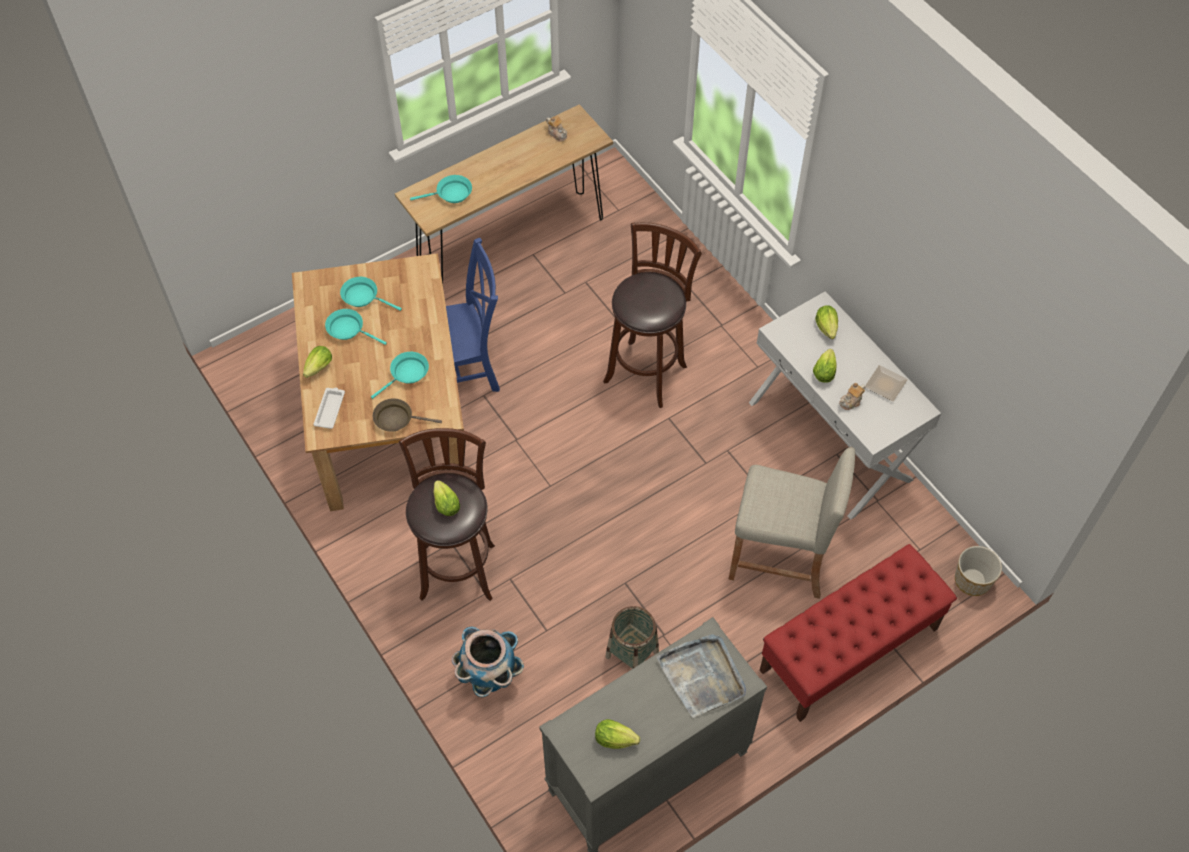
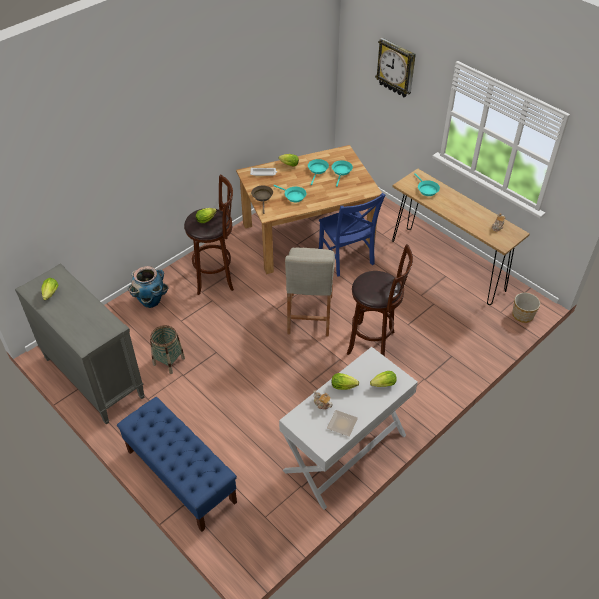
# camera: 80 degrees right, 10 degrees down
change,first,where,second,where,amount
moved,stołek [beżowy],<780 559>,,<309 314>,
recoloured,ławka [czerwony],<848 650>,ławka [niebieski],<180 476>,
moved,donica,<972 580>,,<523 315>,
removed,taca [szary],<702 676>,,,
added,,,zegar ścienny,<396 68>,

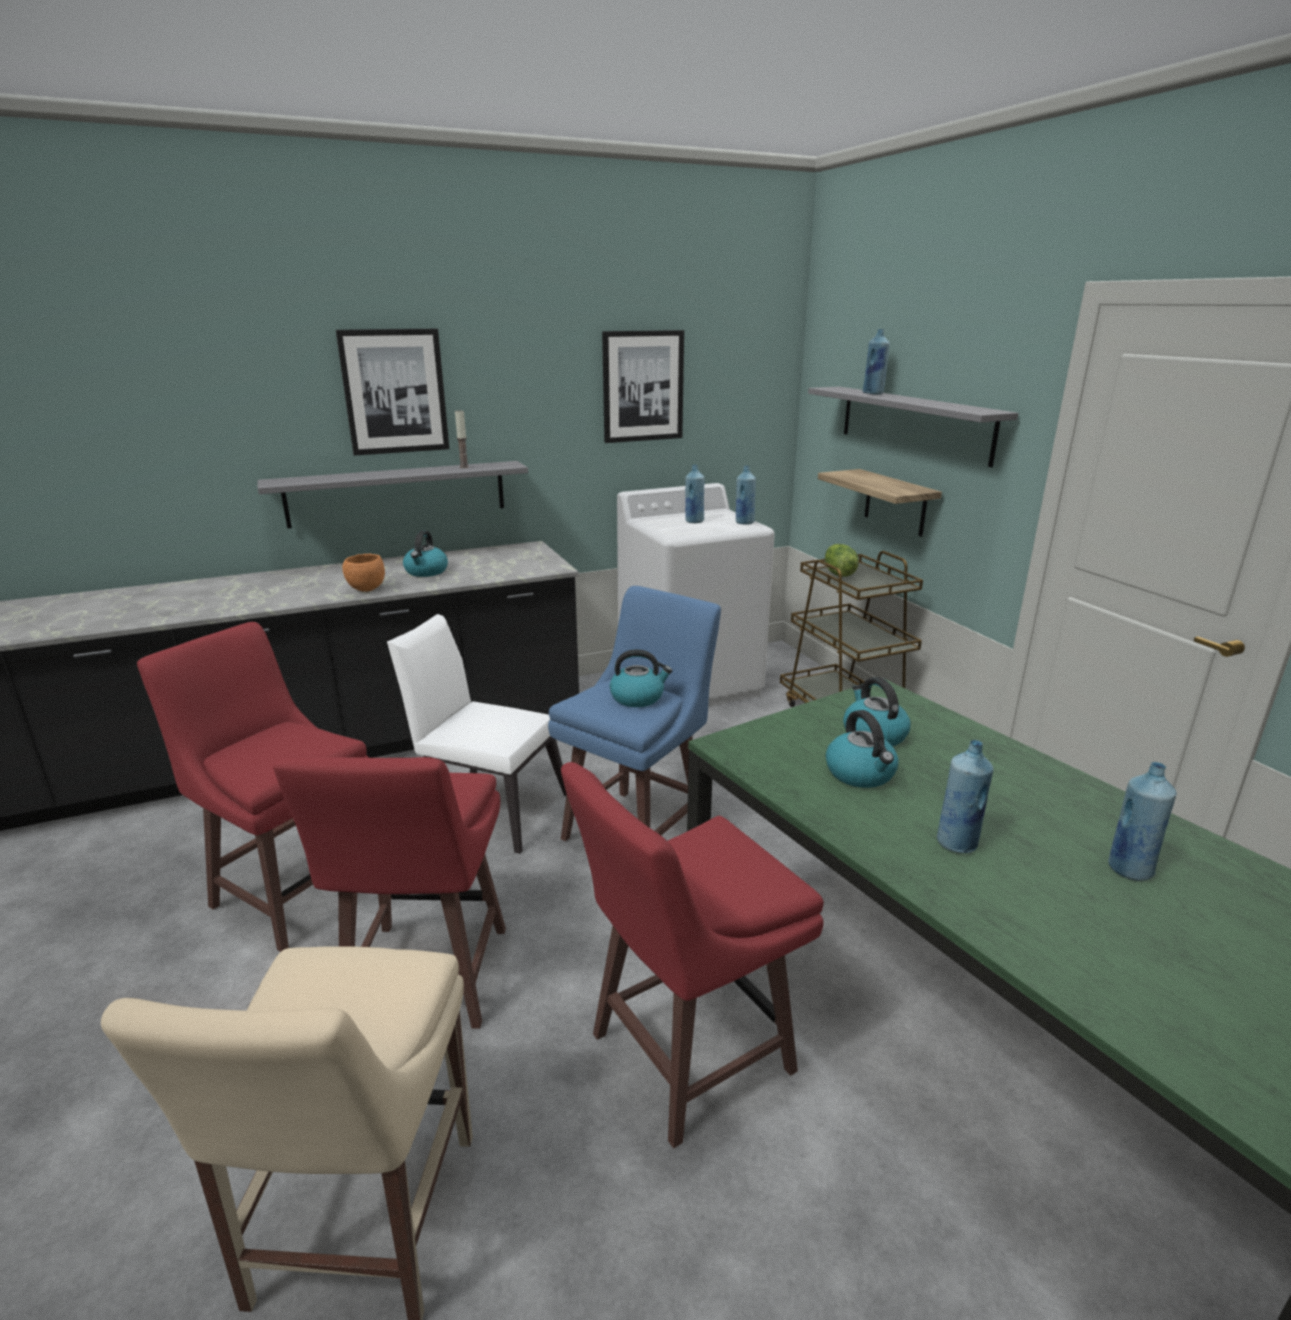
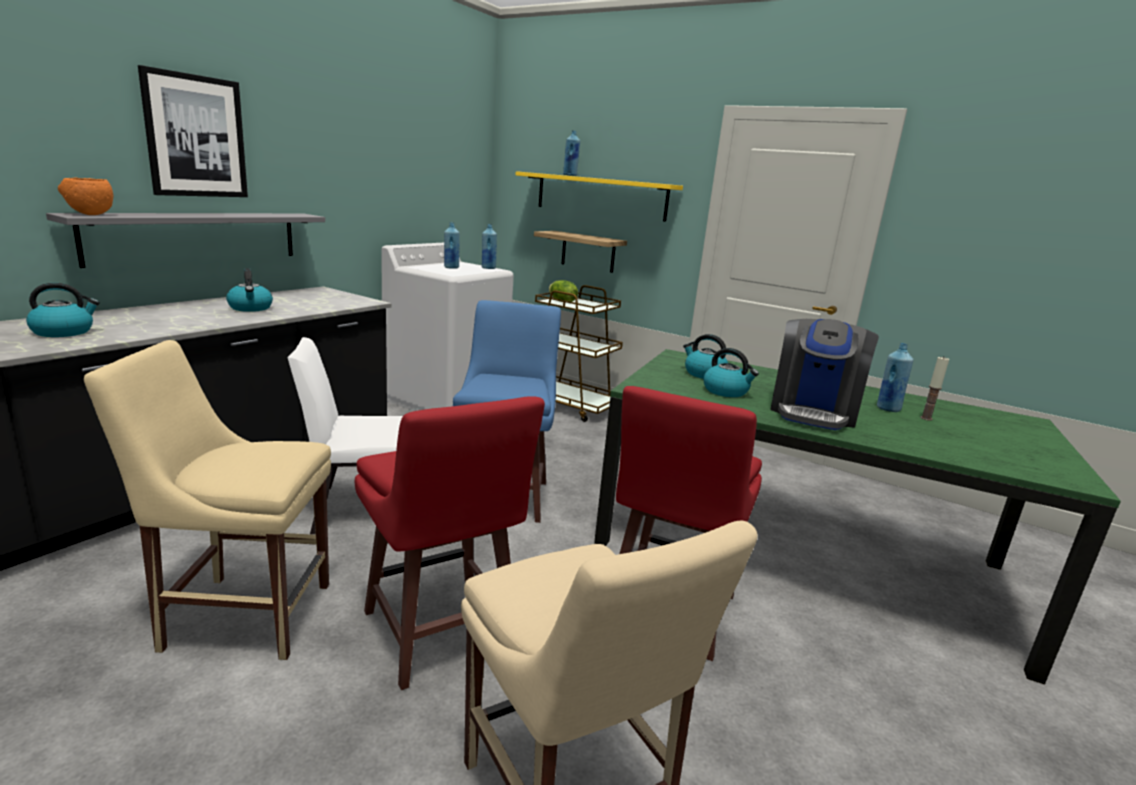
# camera: 35 degrees left, 5 degrees down
change,first,where,second,where,amount
removed,obraz,<642 386>,,,
recoloured,półka [szary],<913 423>,półka [żółty],<600 196>,
moved,świeca,<464 467>,,<926 418>,
moved,miska [pomarańczowy],<366 589>,,<90 214>,
replaced,stołek [czerwony],<294 892>,krzesło [beżowy],<241 614>,
moved,czajnik,<638 697>,,<64 332>,
replaced,butelka [niebieski],<957 843>,ekspres do kawy,<813 412>,

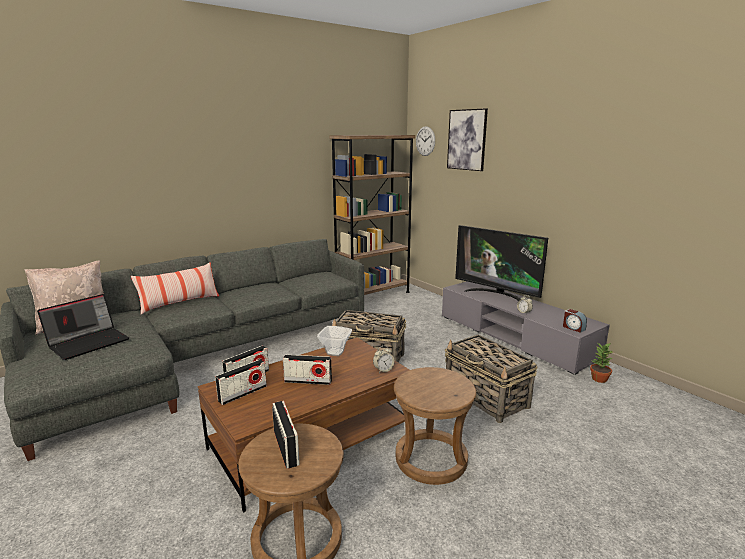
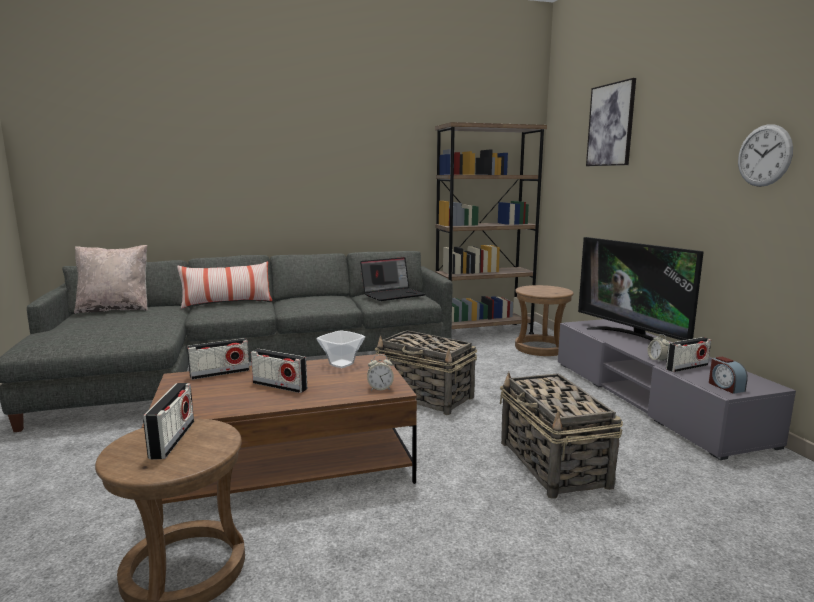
# camera: 20 degrees right, 5 degrees down
change,first,where,second,where,amount
moved,zegar ścienny,<425 141>,,<764 155>,
moved,laptop,<89 342>,,<393 294>,
removed,roślina doniczkowa,<598 379>,,,
moved,radio,<243 393>,,<687 367>,
moved,stołek [brązowy],<430 459>,,<540 348>,

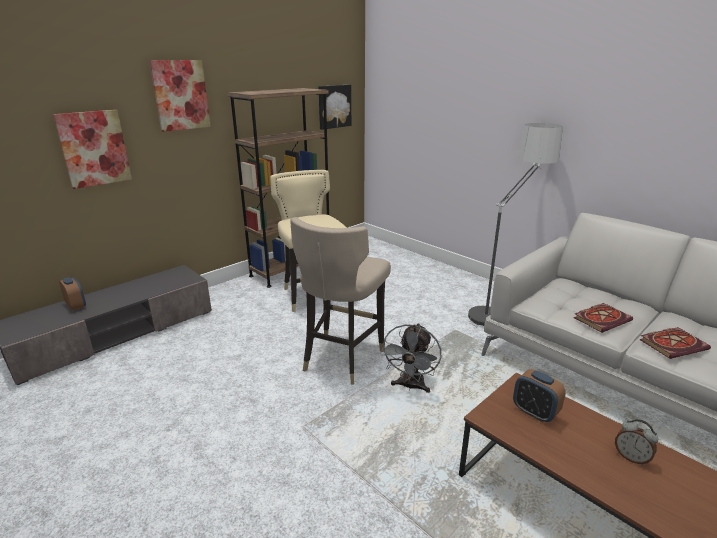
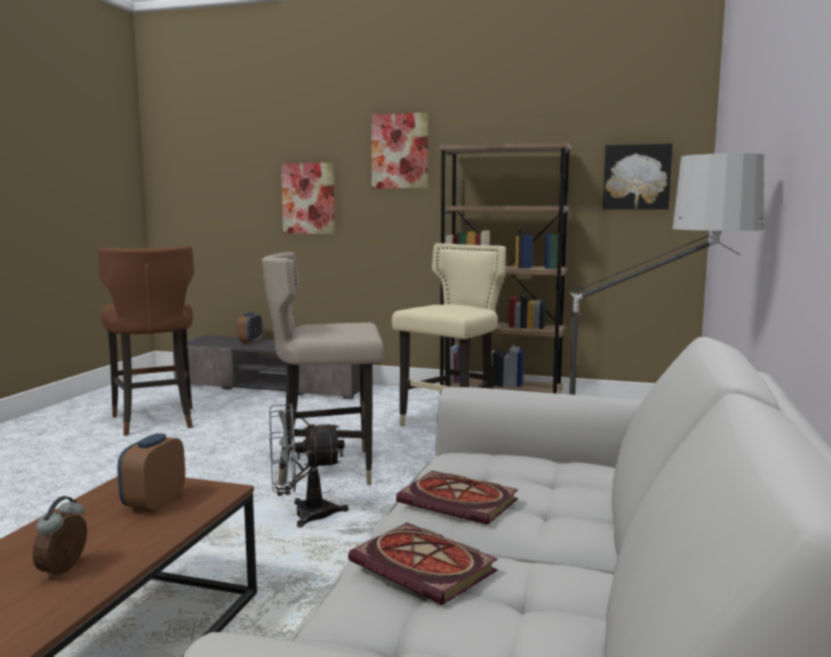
# camera: 60 degrees right, 15 degrees down
change,first,where,second,where,amount
added,,,stołek [brązowy],<155 421>,

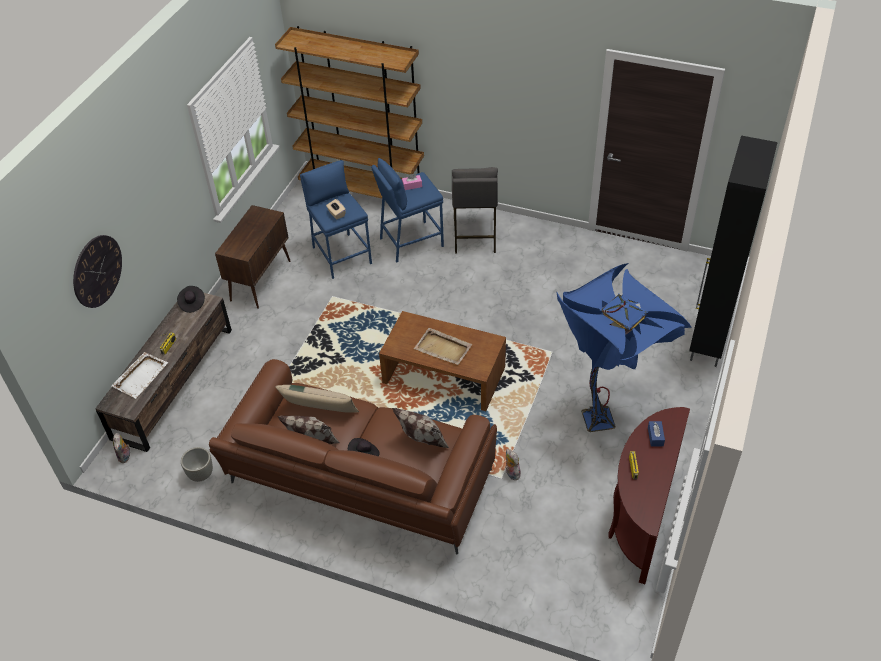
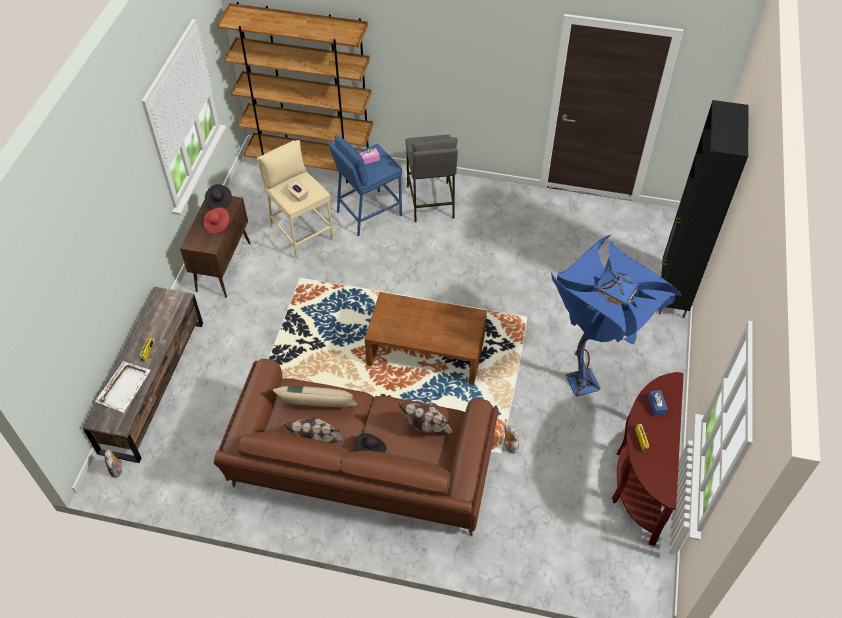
# camera: 10 degrees left, 5 degrees up
change,first,where,second,where,amount
recoloured,stołek [niebieski],<341 255>,stołek [beżowy],<301 233>,
removed,zegar ścienny,<97 271>,,,
moved,kapelusz [czarny],<192 303>,,<219 201>,
removed,taca [beżowy],<443 348>,,,
removed,donica [szary],<200 474>,,,
added,,,kapelusz [czerwony],<217 225>,

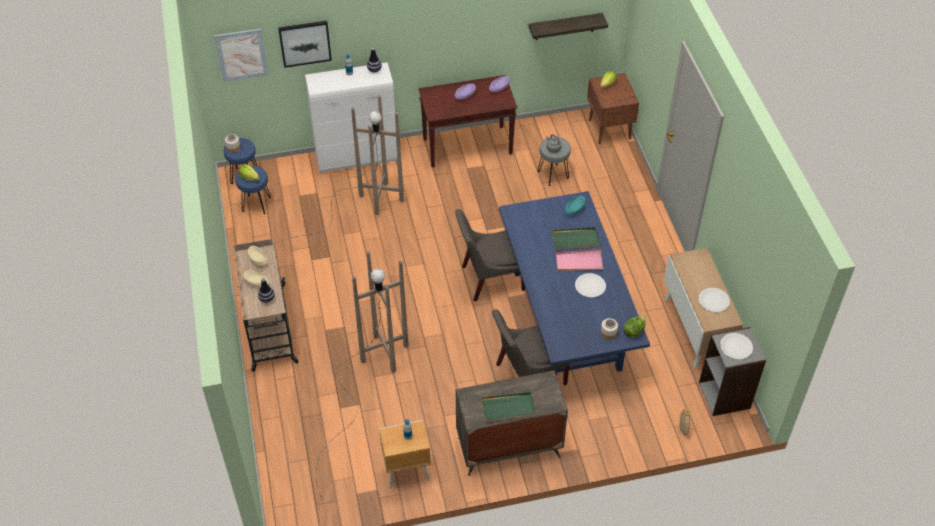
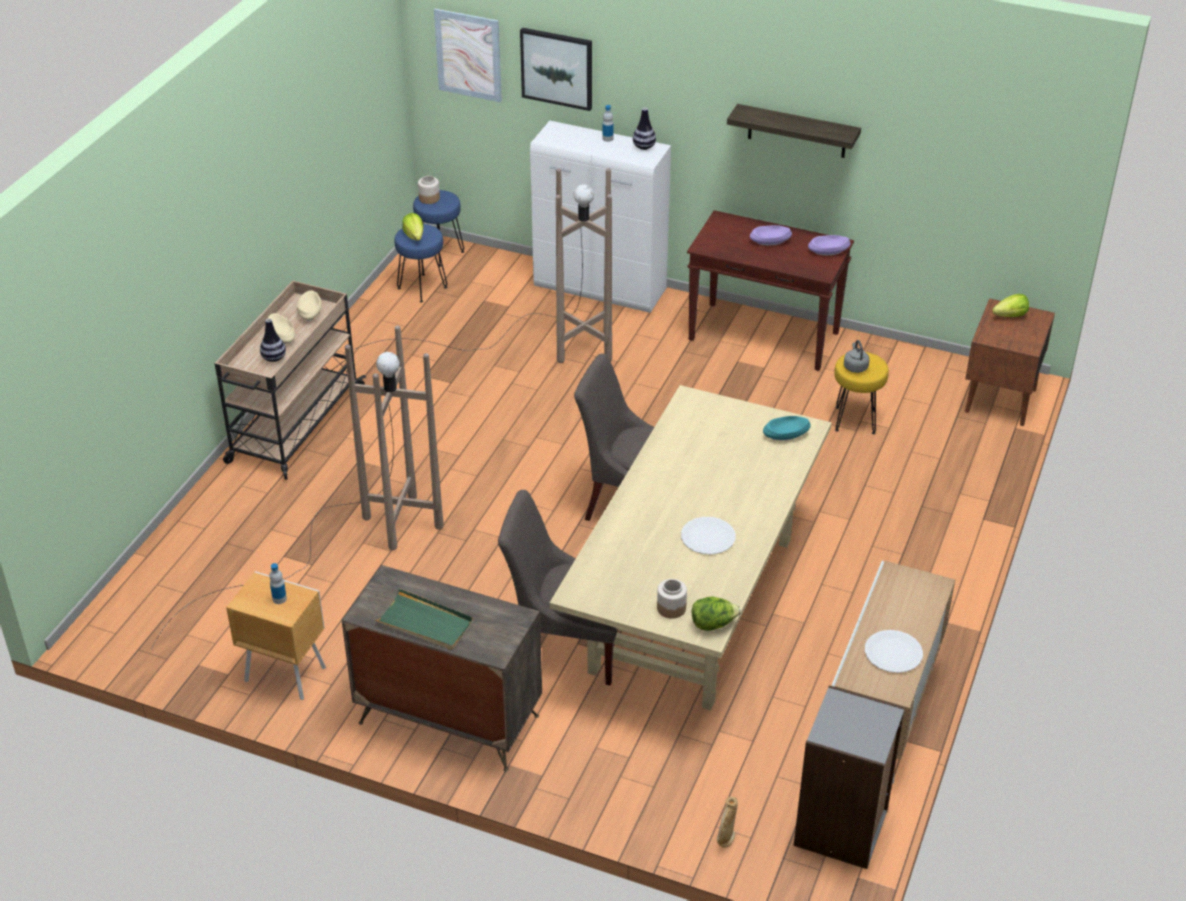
# camera: 35 degrees right, 10 degrees down
change,first,where,second,where,amount
moved,półka,<565 26>,,<797 131>,
recoloured,stołek [szary],<552 174>,stołek [żółty],<854 420>,
recoloured,stół jadalny [niebieski],<565 318>,stół jadalny [beżowy],<693 602>,
removed,taca [zielony],<576 239>,,,
removed,taca [różowy],<579 262>,,,
removed,talerz [biały],<736 347>,,,

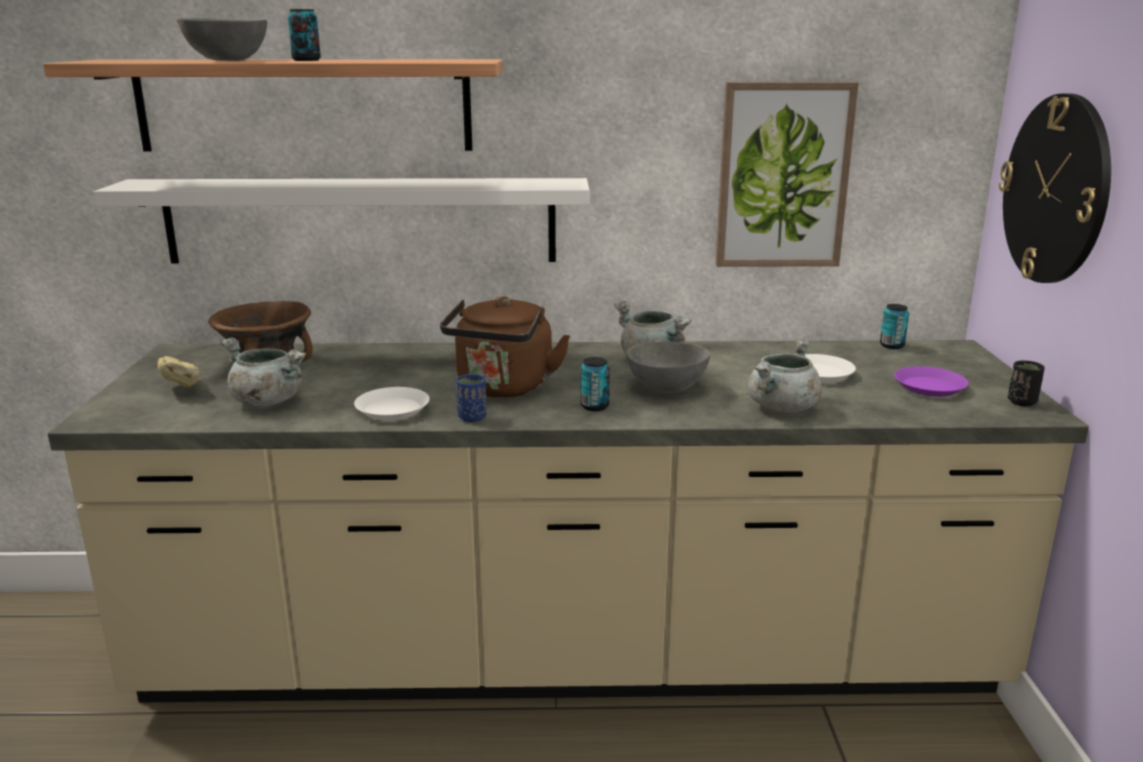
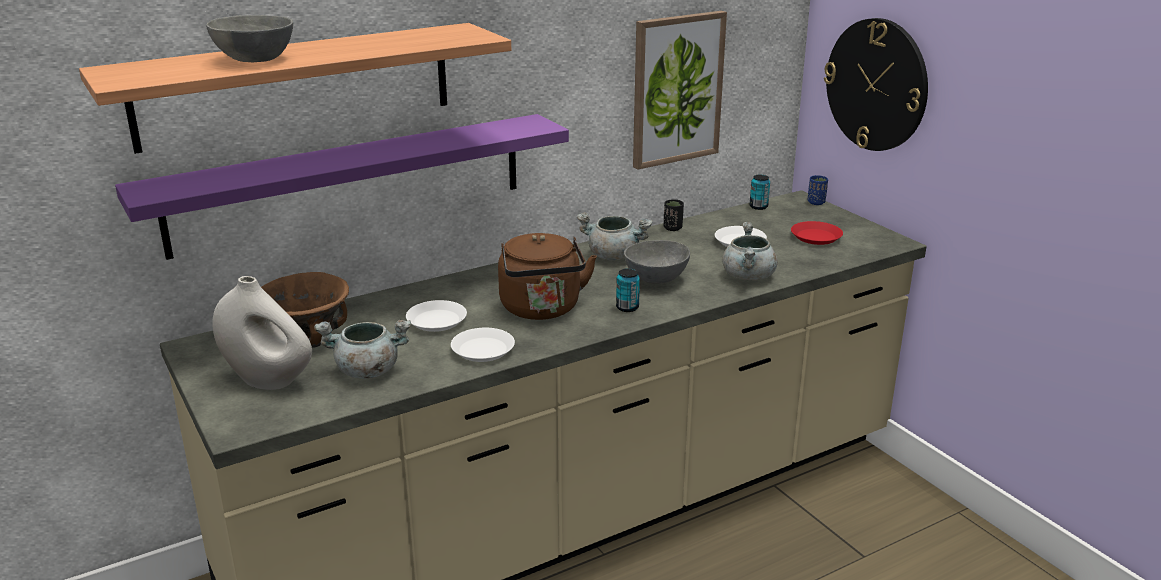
# camera: 30 degrees left, 5 degrees up
change,first,where,second,where,amount
removed,puszka,<306 60>,,,
recoloured,półka [biały],<361 221>,półka [fioletowy],<350 183>,
replaced,chleb,<181 389>,wazon [biały],<268 380>,
moved,filiżanka [czarny],<1022 402>,,<672 228>,
recoloured,talerz [fioletowy],<929 387>,talerz [czerwony],<815 237>,
moved,filiżanka [niebieski],<472 417>,,<816 202>,
added,,,talerz [biały],<437 321>,

